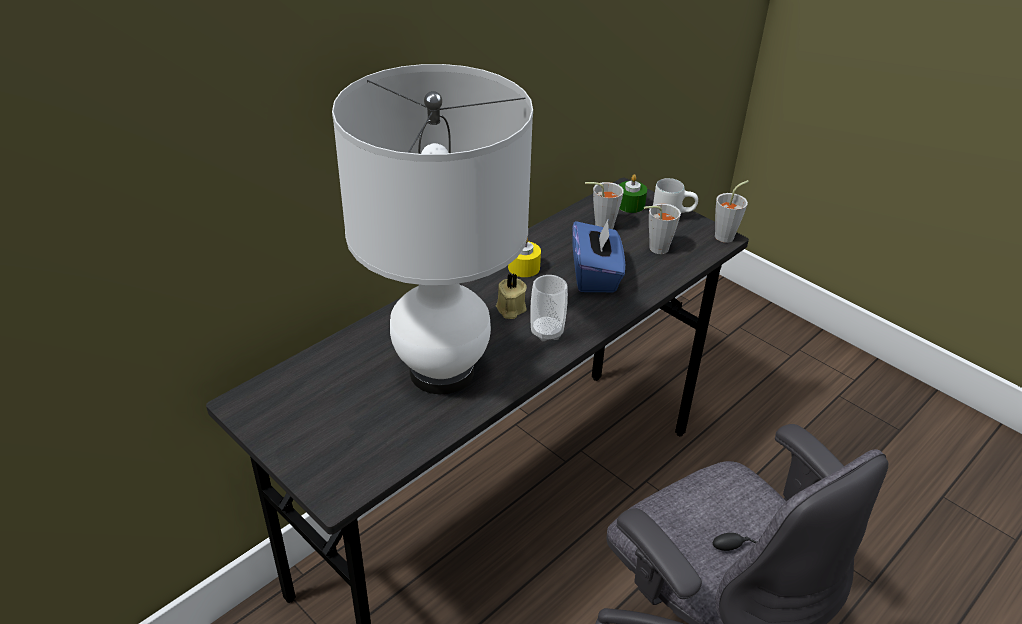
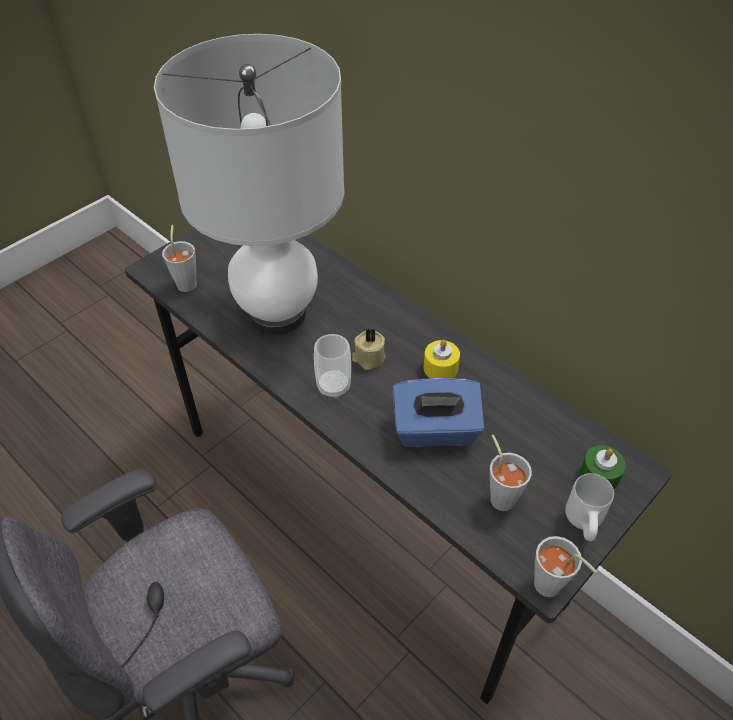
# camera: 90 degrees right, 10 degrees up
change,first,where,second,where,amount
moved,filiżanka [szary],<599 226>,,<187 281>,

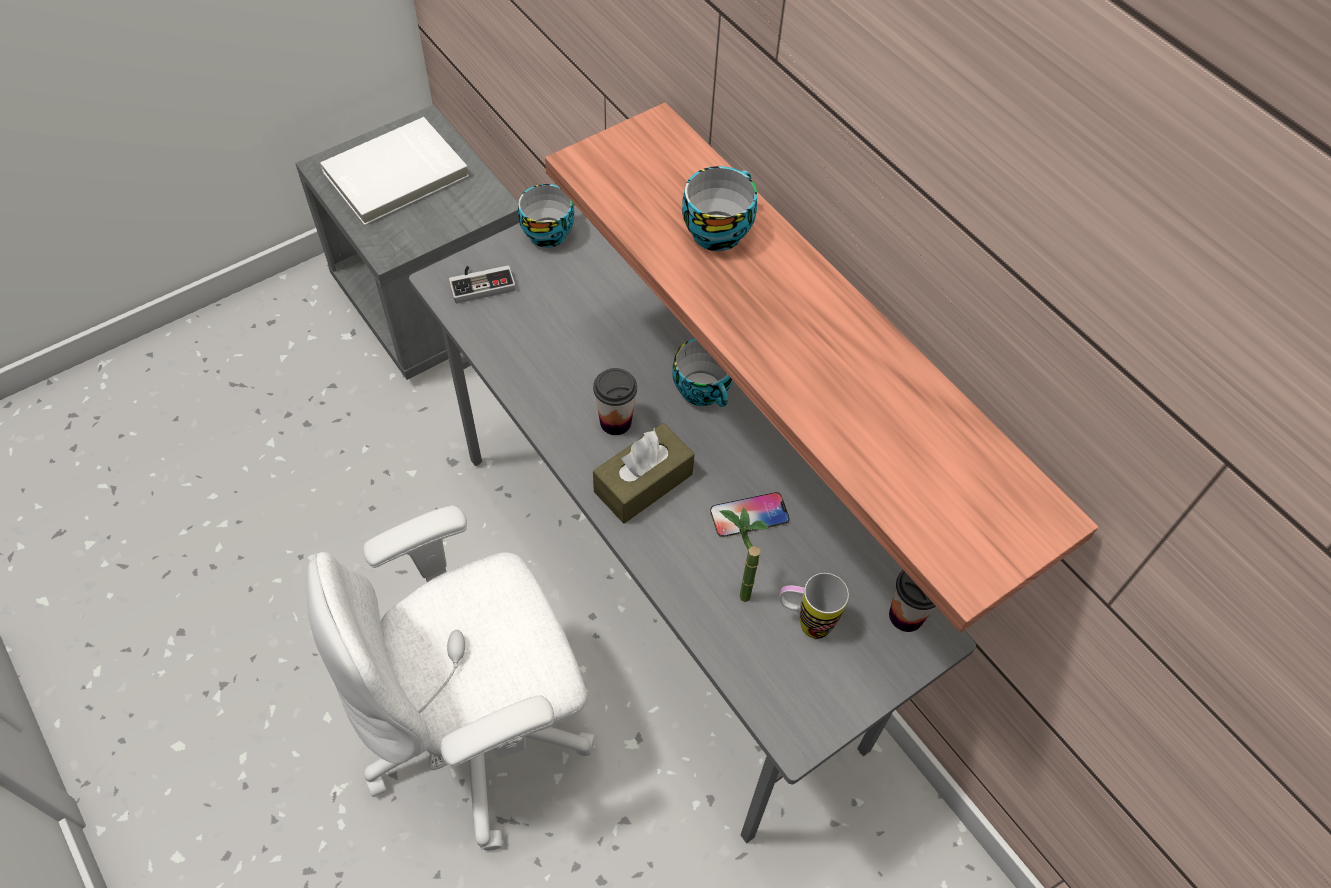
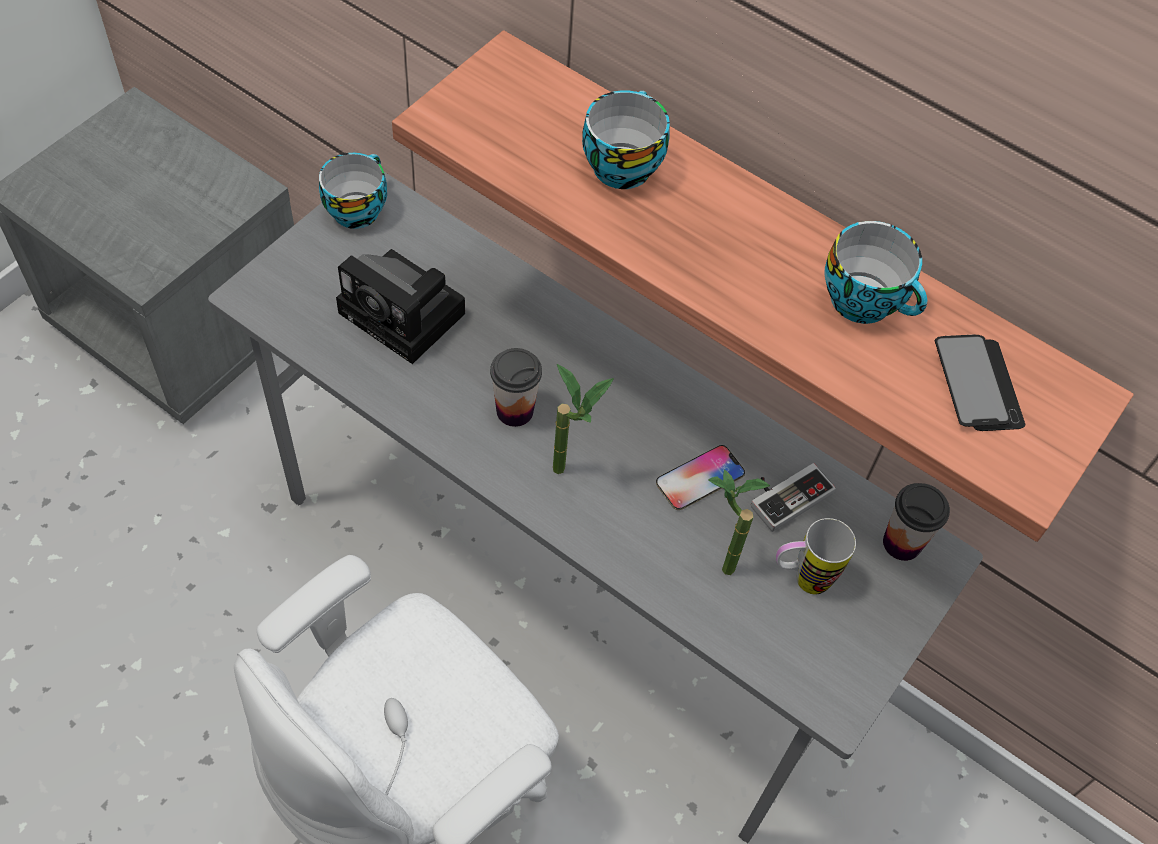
# camera: 20 degrees left, 0 degrees up
change,first,where,second,where,amount
removed,książka [biały],<397 175>,,,
moved,pad do gier,<481 282>,,<786 494>,
moved,filiżanka,<704 391>,,<866 300>,
replaced,pudełko chusteczek [brązowy],<643 483>,roślina doniczkowa,<571 472>,
added,,,aparat fotograficzny,<407 315>,
added,,,telefon,<977 385>,

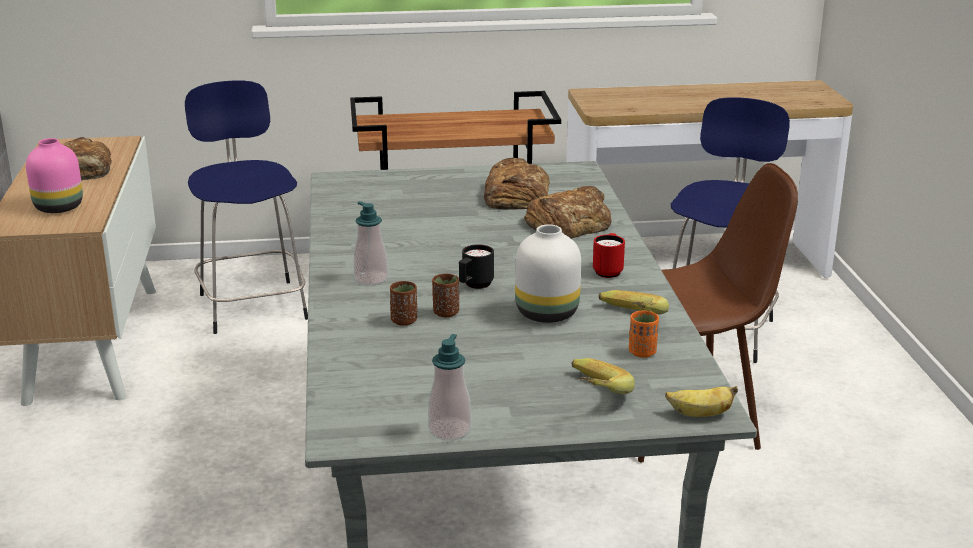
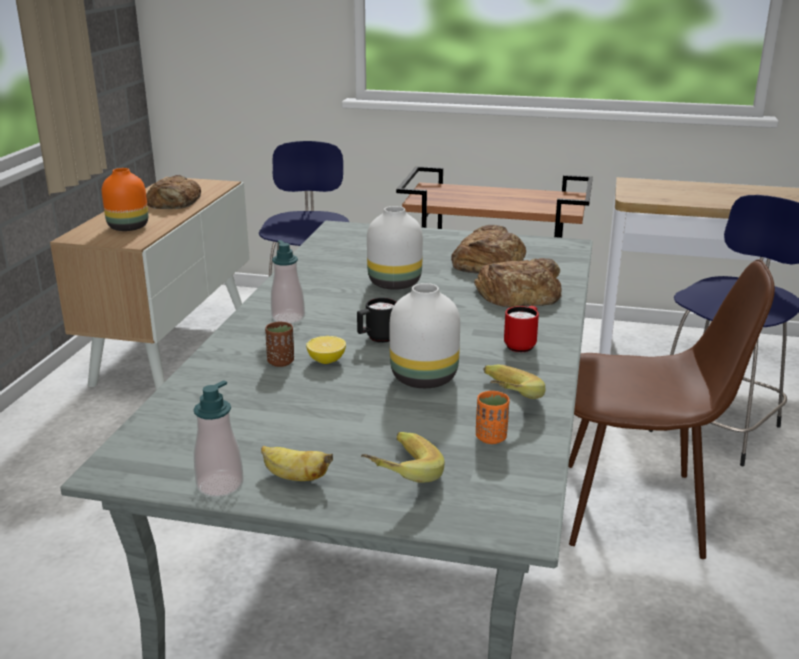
# camera: 20 degrees right, 0 degrees up
change,first,where,second,where,amount
recoloured,wazon [różowy],<58 208>,wazon [pomarańczowy],<127 228>,
replaced,filiżanka [brązowy],<446 313>,cytryna,<326 361>,
moved,banan,<699 414>,,<294 477>,
added,,,wazon [biały],<393 284>,

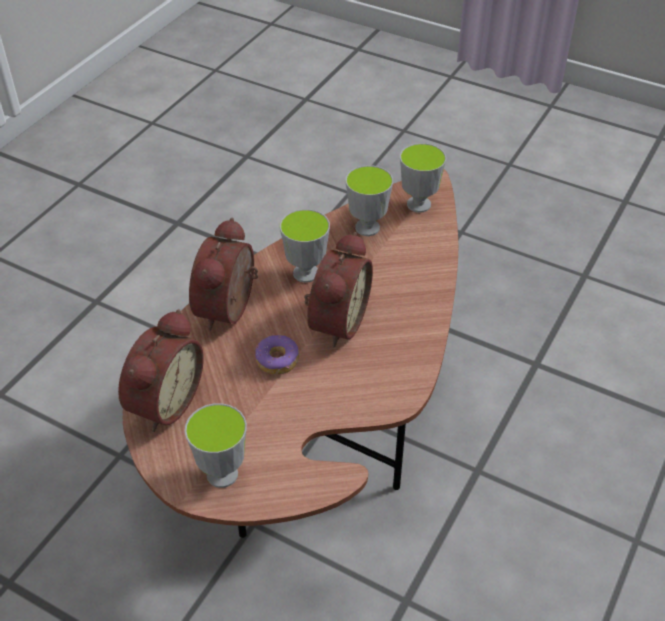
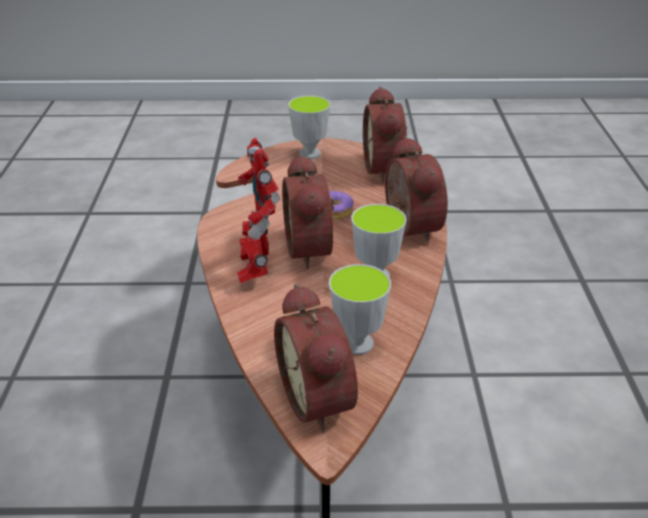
# camera: 150 degrees right, 10 degrees down
change,first,where,second,where,amount
replaced,filiżanka,<418 204>,budzik,<321 399>,
added,,,robot zabawkowy,<256 268>,

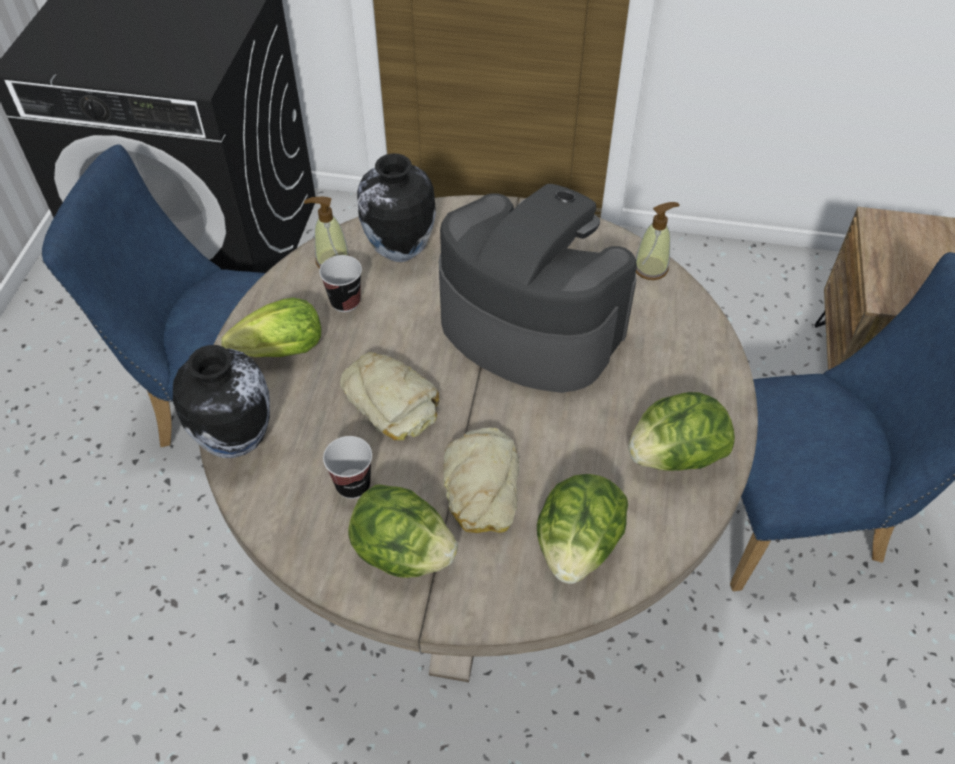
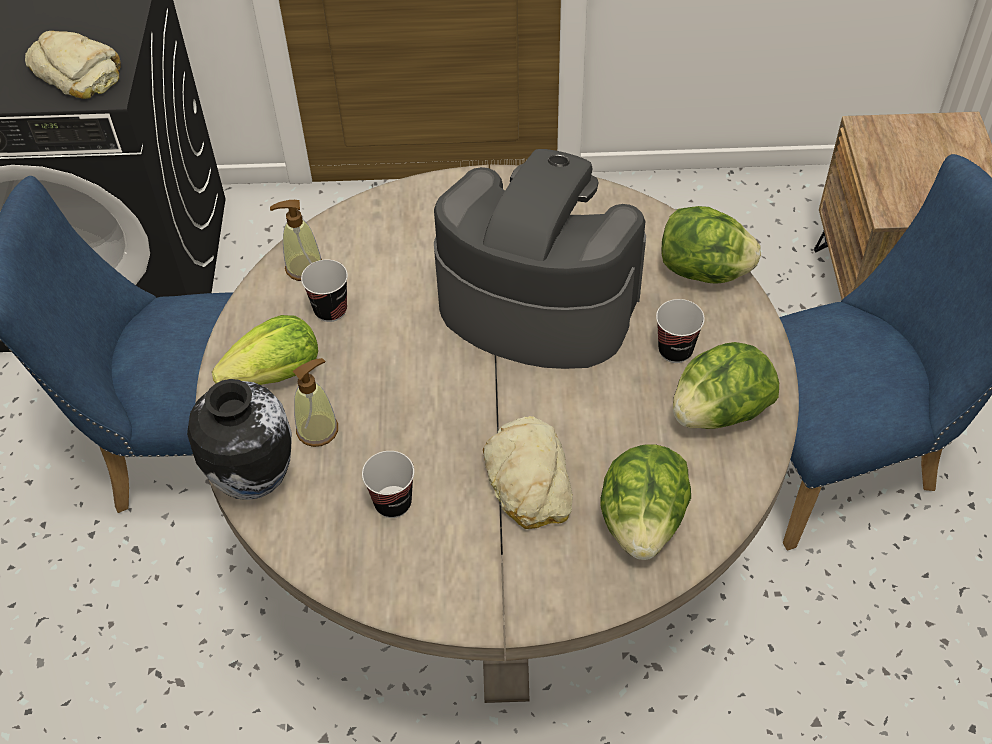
# camera: 10 degrees left, 0 degrees up
change,first,where,second,where,amount
removed,wazon,<399 252>,,,
moved,dozownik mydła,<651 268>,,<318 430>,
moved,chleb,<391 401>,,<77 73>,
moved,sałata,<403 552>,,<704 271>,
added,,,filiżanka,<675 350>,

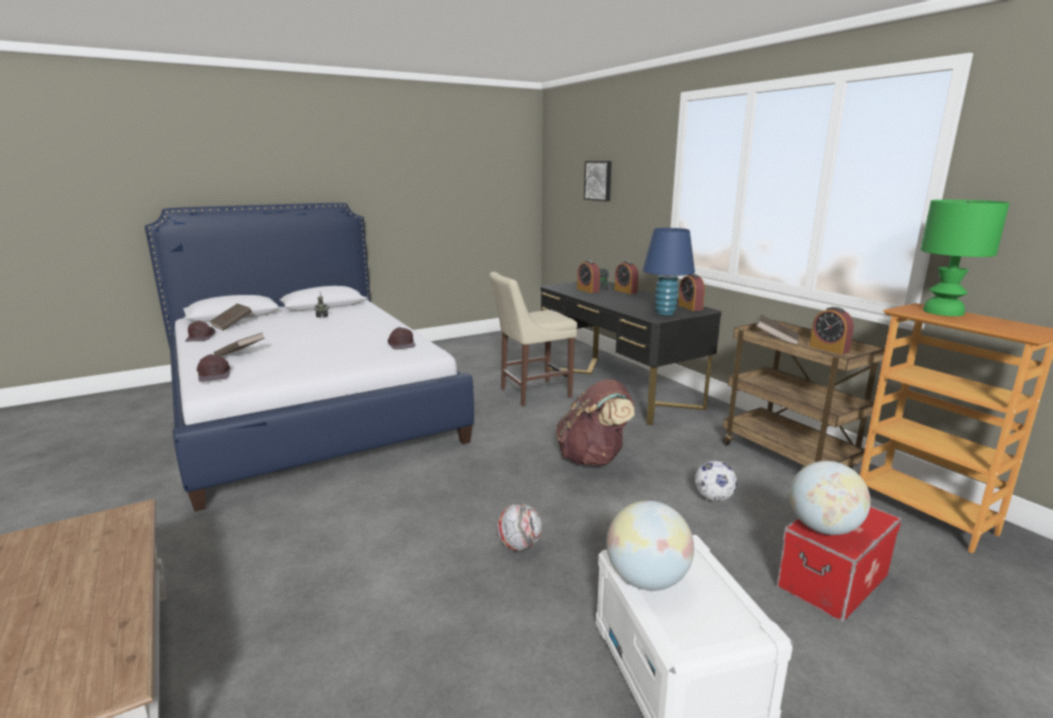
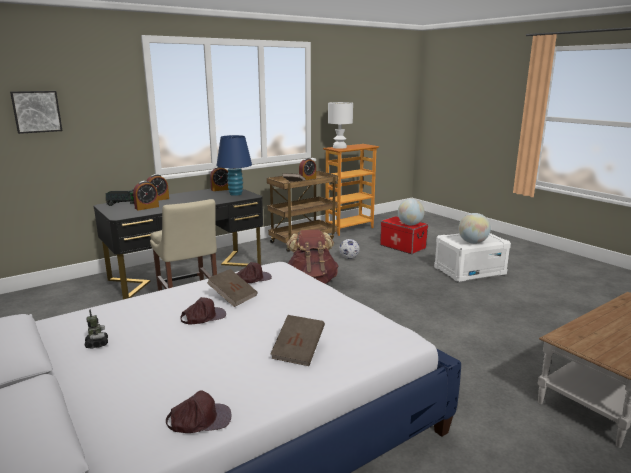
# camera: 95 degrees left, 0 degrees up
change,first,where,second,where,amount
recoloured,lampa stołowa [zielony],<944 312>,lampa stołowa [biały],<339 147>,
moved,książka [brązowy],<232 325>,,<233 297>,
moved,czapka z daszkiem [brązowy],<215 374>,,<203 316>,
removed,piłka futbolowa,<519 546>,,,

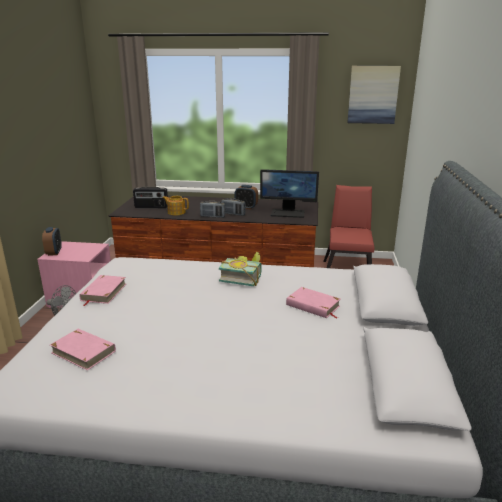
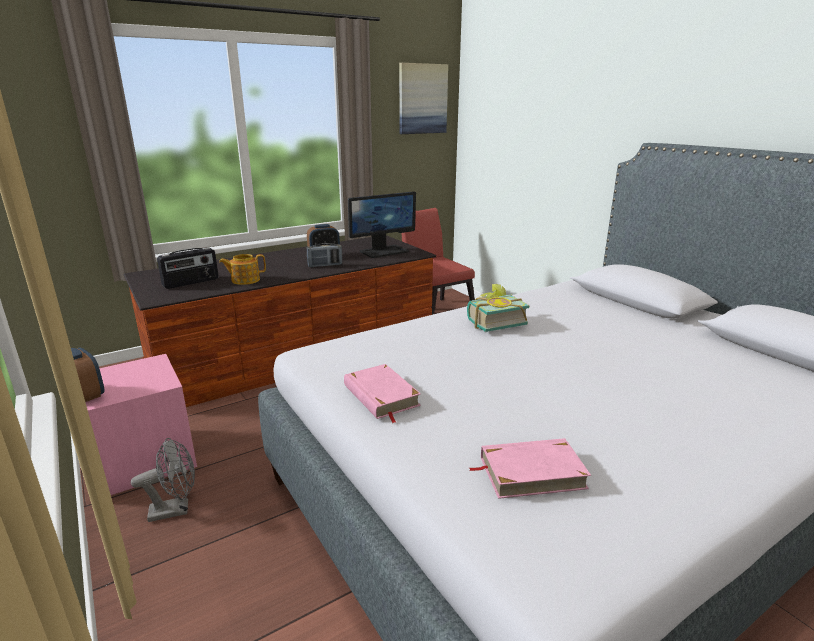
# camera: 40 degrees left, 0 degrees up
change,first,where,second,where,amount
removed,radio,<212 216>,,,
removed,książka [różowy],<313 306>,,,

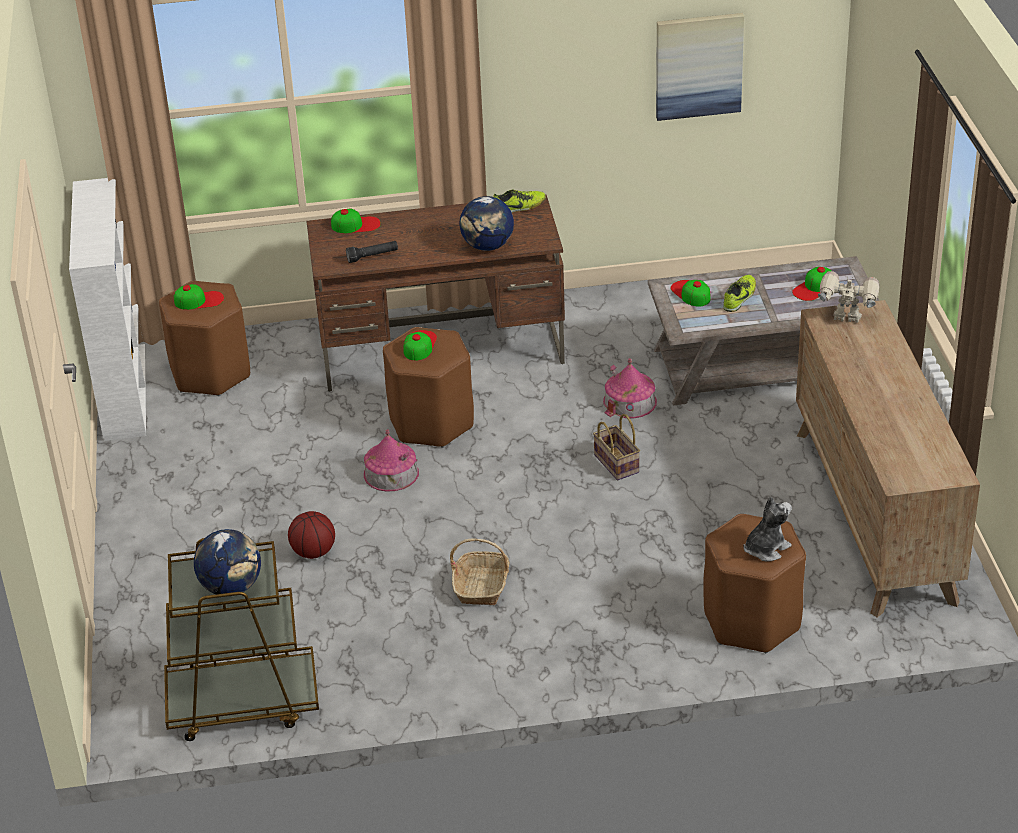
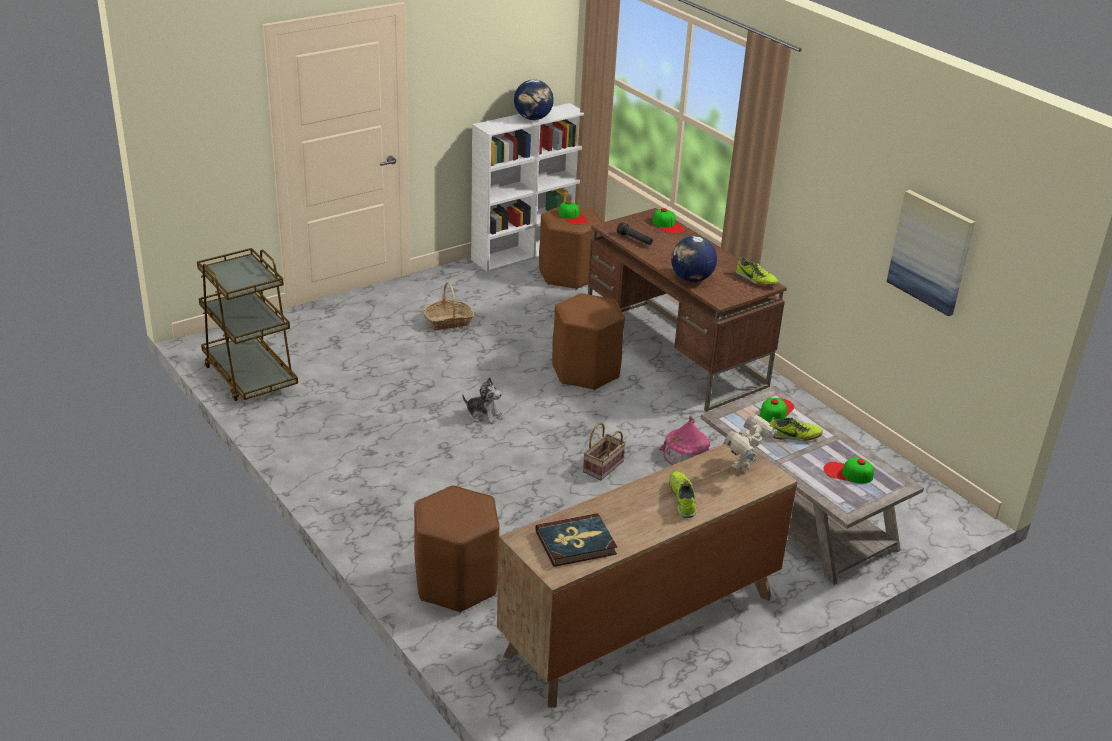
# camera: 60 degrees right, 5 degrees down
change,first,where,second,where,amount
turned,robot zabawkowy,<846 319>,,<745 465>,135 degrees counterclockwise
removed,czapka z daszkiem,<419 345>,,,
removed,domek,<391 473>,,,
moved,pluszak,<766 549>,,<483 415>,
removed,piłka do koszykówki,<313 552>,,,
moved,globus,<231 587>,,<533 118>,
moved,koszyk,<481 586>,,<448 321>,
added,,,but,<682 499>,
added,,,książka,<575 543>,

